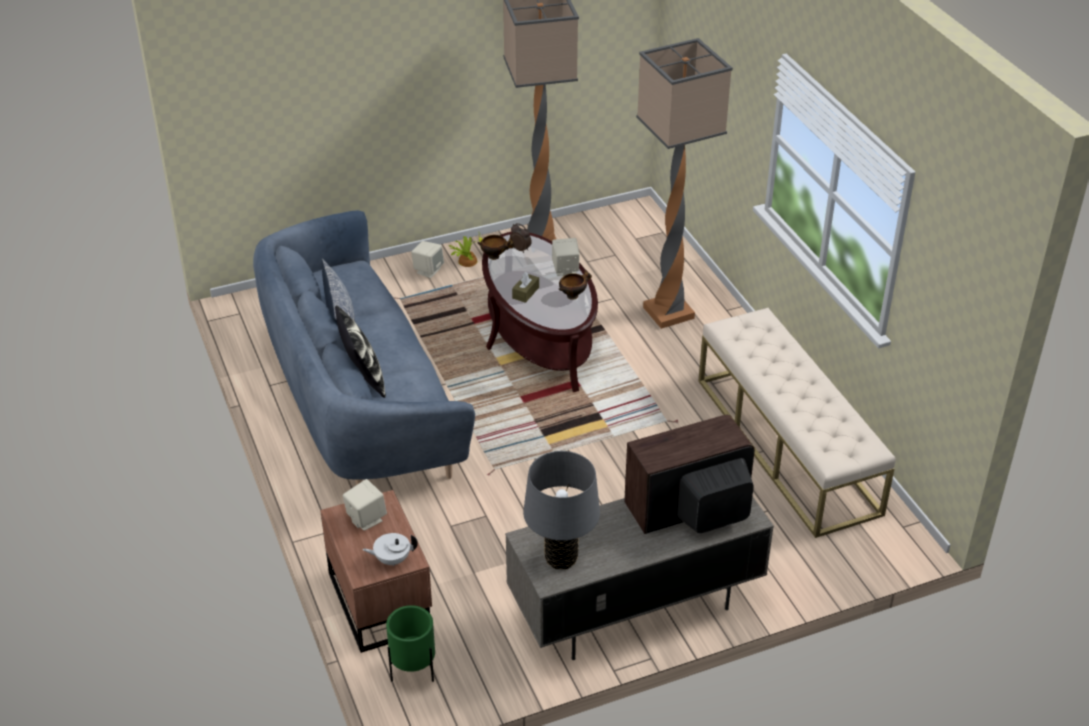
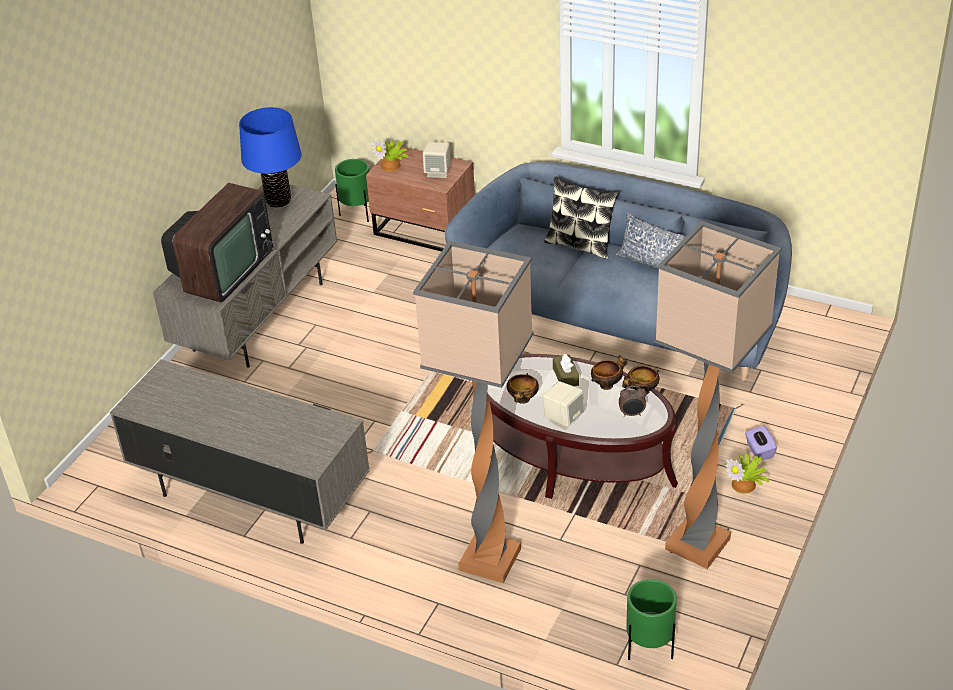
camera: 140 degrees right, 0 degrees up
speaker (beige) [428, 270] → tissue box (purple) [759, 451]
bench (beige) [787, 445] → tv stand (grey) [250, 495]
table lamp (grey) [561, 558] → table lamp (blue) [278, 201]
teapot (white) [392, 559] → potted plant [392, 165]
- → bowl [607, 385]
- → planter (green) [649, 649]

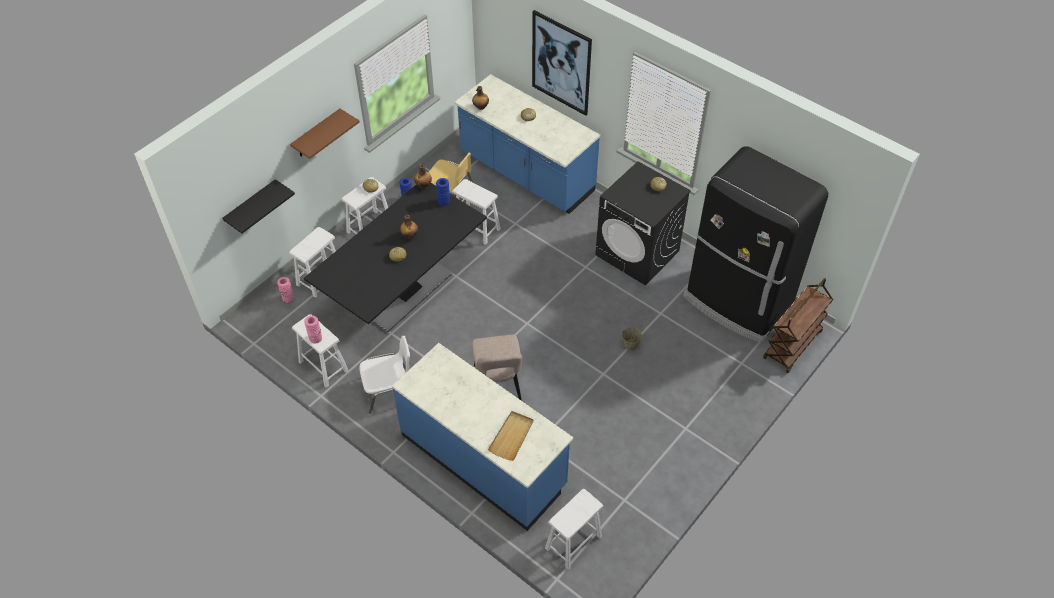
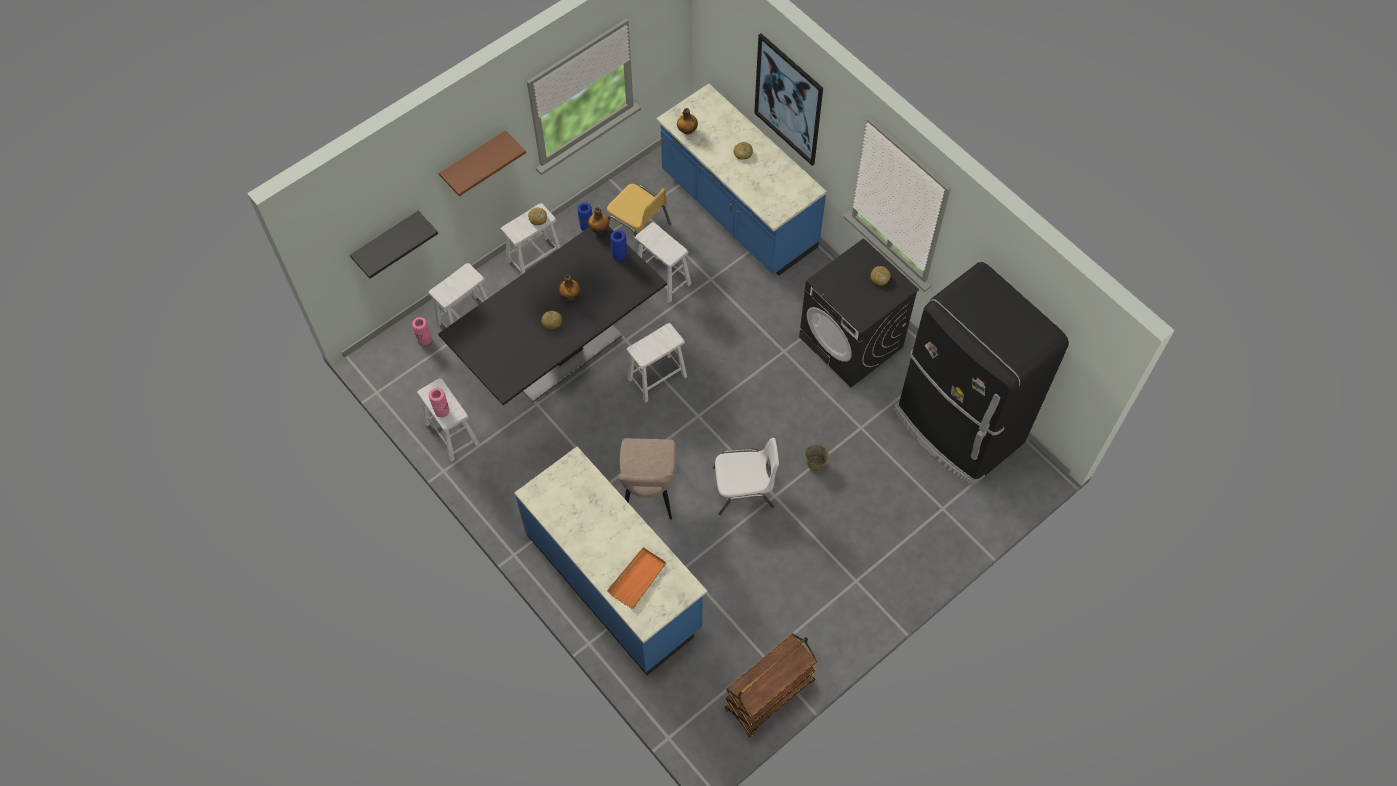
camera: 10 degrees right, 10 degrees up
cart (brown) [792, 345] → cart (brown) [769, 696], relocated
chair (white) [389, 389] → chair (white) [744, 488], relocated
tray (beige) [512, 436] → tray (orange) [637, 578]
stool (white) [573, 542] → stool (white) [657, 377], relocated

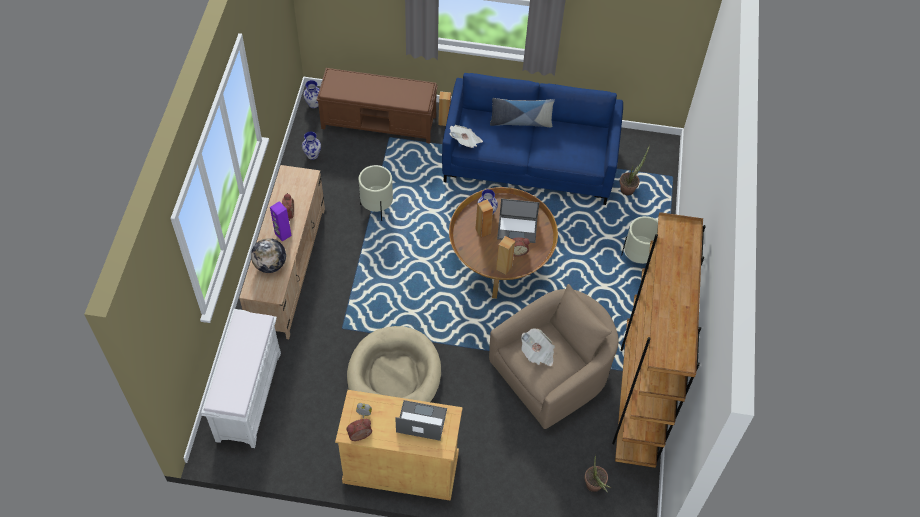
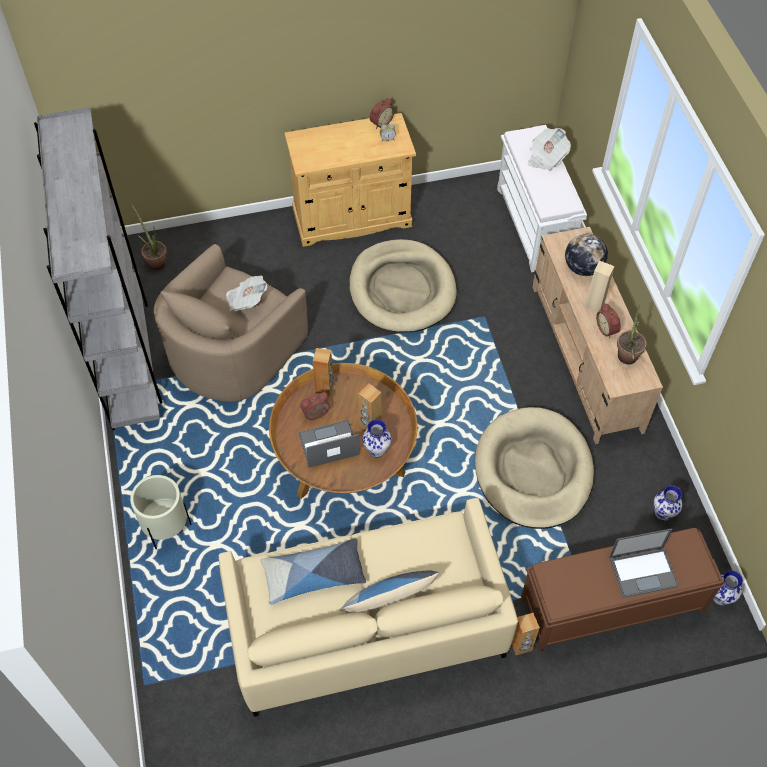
camera: 160 degrees right, 0 degrees up
sofa (blue) [529, 162] → sofa (beige) [366, 624]
newspaper [465, 142] → newspaper [546, 158], relocated
potted plant [629, 188] → potted plant [626, 360], relocated
planter (beige) [377, 207] → dog bed (beige) [533, 471]
speaker (purple) [283, 234] → speaker (beige) [594, 304]
bookcase (brown) [638, 399] → bookcase (grey) [129, 357]
laptop [421, 421] → laptop [644, 571], relocated
- → pillow [314, 575]

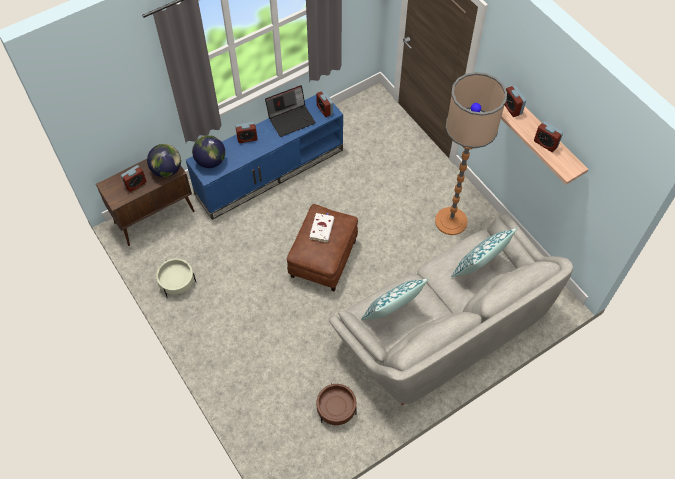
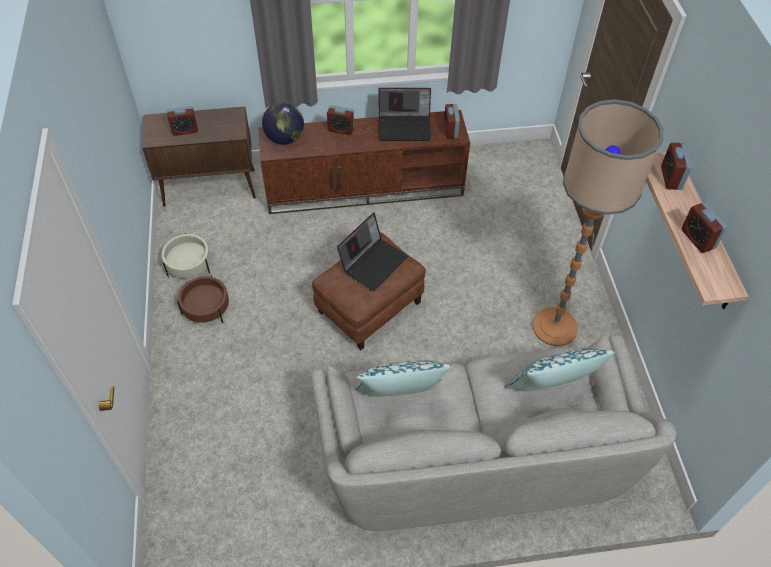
camera: 25 degrees right, 5 degrees down
tv stand (blue) [270, 171] → tv stand (brown) [365, 187]
globe [167, 170] → -
book (white) [322, 228] → laptop [373, 262]
planter (brown) [336, 409] → planter (brown) [206, 309], relocated

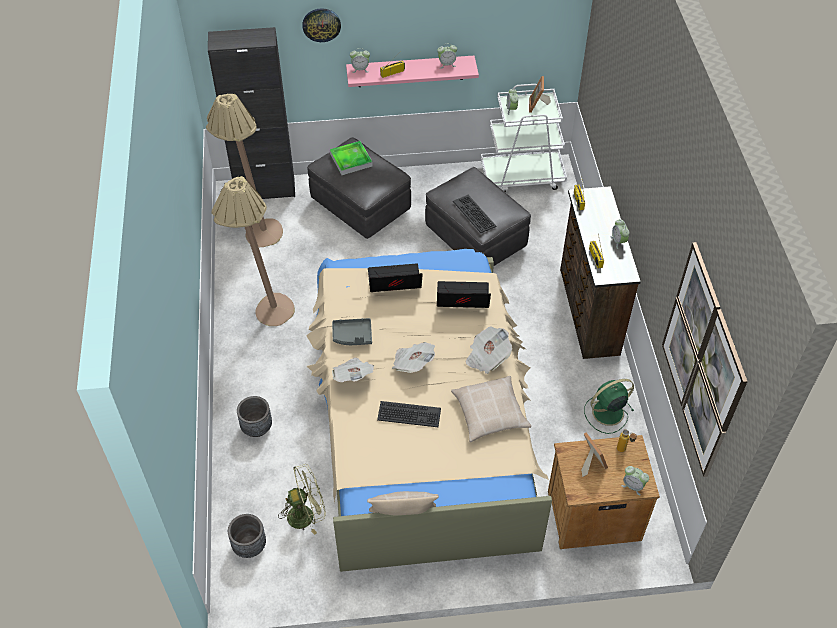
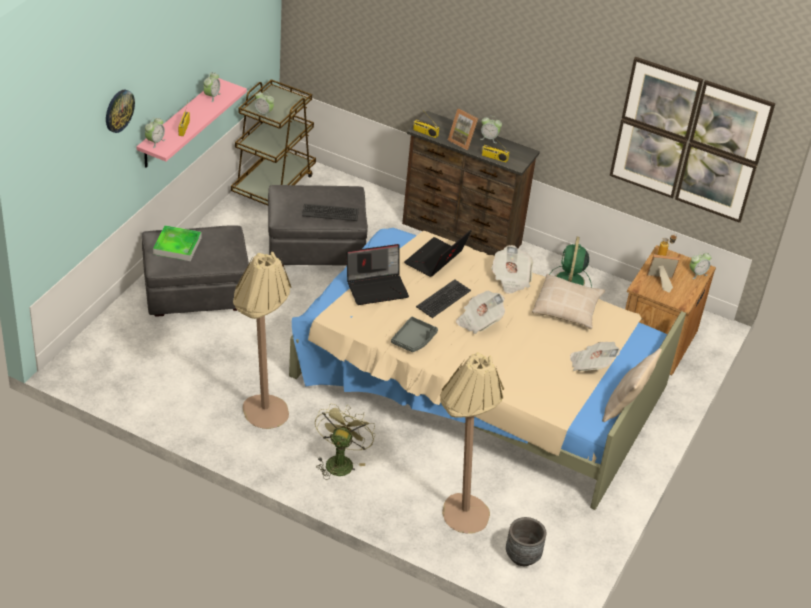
camera: 60 degrees left, 10 degrees down
cabinet (black) [265, 190] → -
picture frame [538, 106] → picture frame [462, 141], relocated
cart (white) [522, 176] → cart (brown) [273, 184]
floor lamp (beige) [256, 231] → floor lamp (beige) [456, 519], relocated
laptop [393, 282] → laptop [377, 287], 135 degrees counterclockwise
newspaper [353, 376] → newspaper [591, 365], relocated
planter (grey) [256, 427] → -
keyboard [409, 415] → keyboard [444, 299], relocated
fan (green) [306, 514] → fan (green) [340, 461], relocated

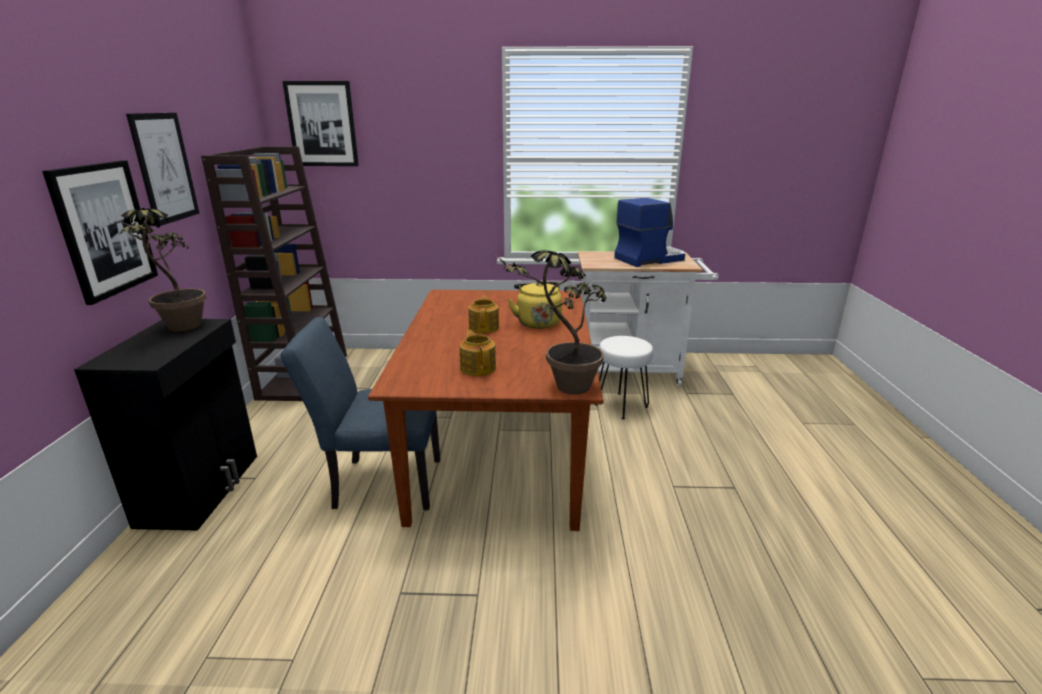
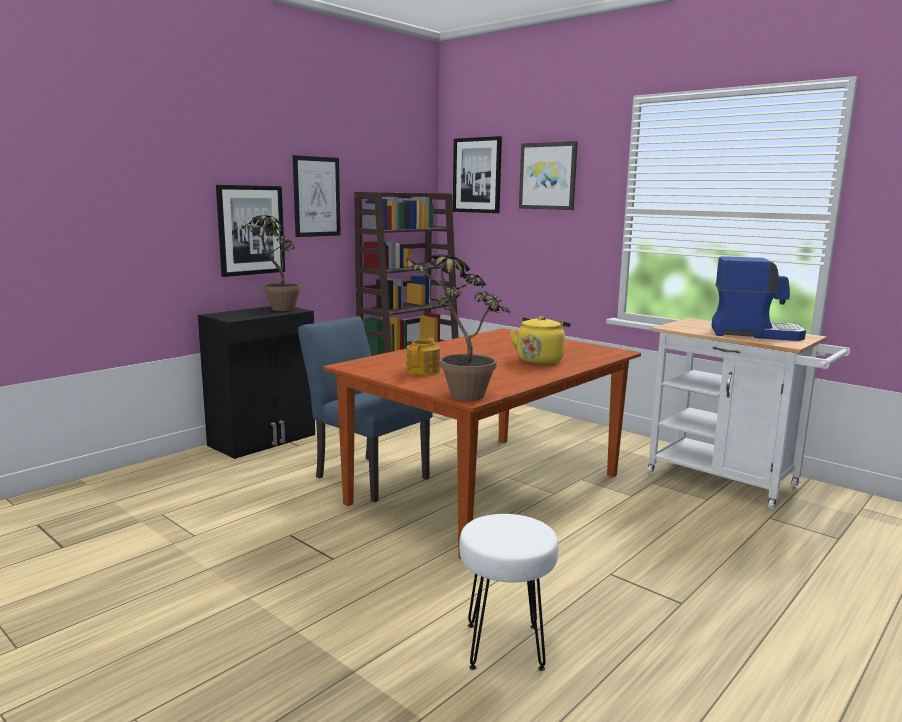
camera: 40 degrees right, 10 degrees down
teapot [484, 327] → -
stool (white) [621, 405] → stool (white) [505, 647], relocated
- → picture [548, 176]

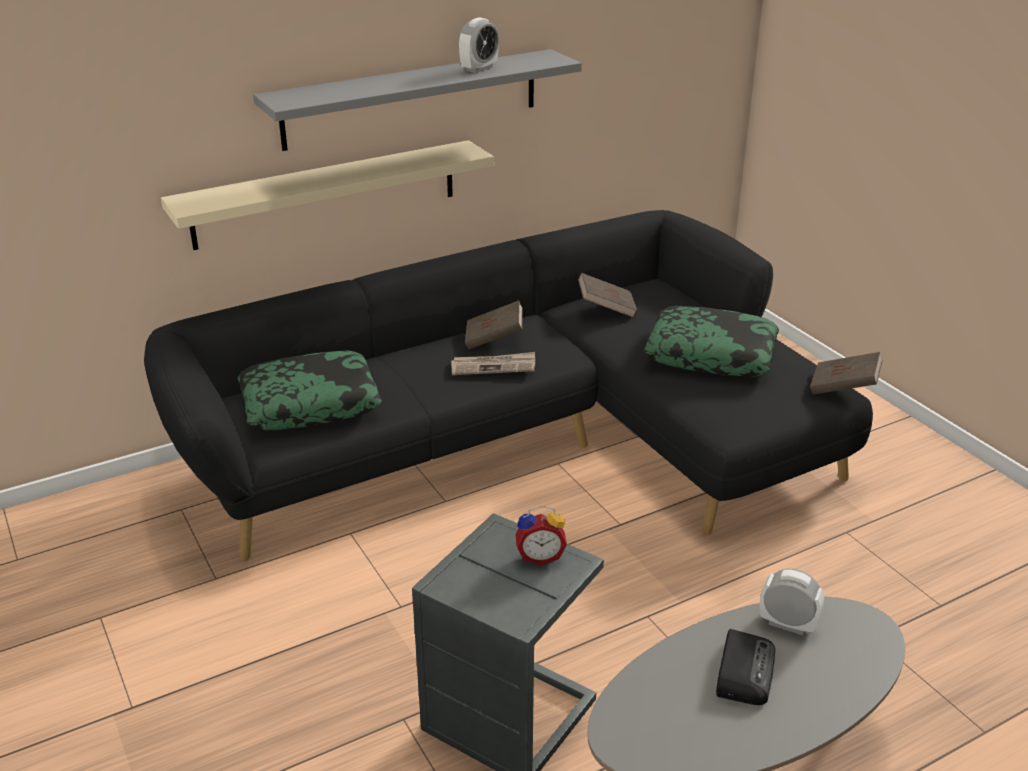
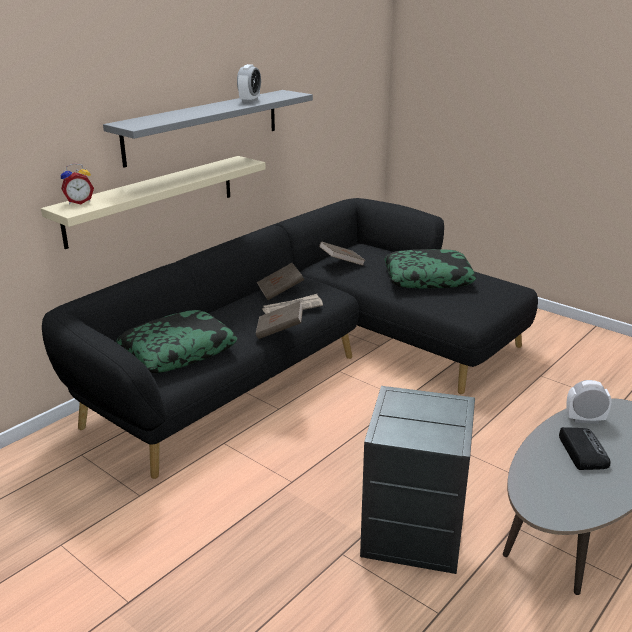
camera: 20 degrees left, 5 degrees down
book (brown) [843, 388] → book (brown) [280, 331], relocated
alarm clock [540, 556] → alarm clock [79, 202], relocated

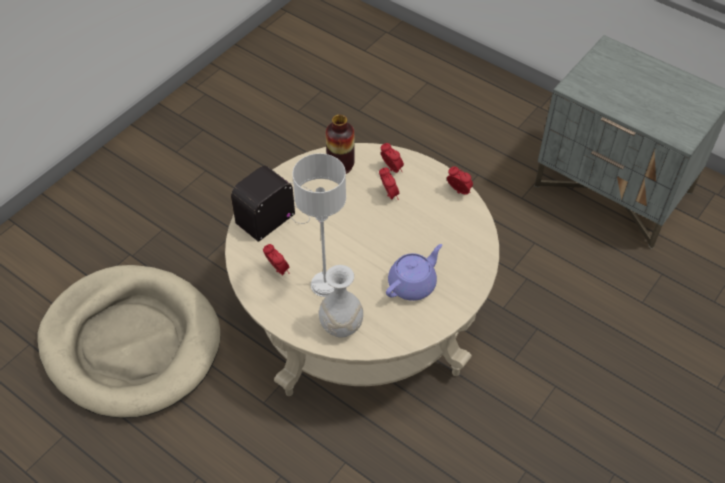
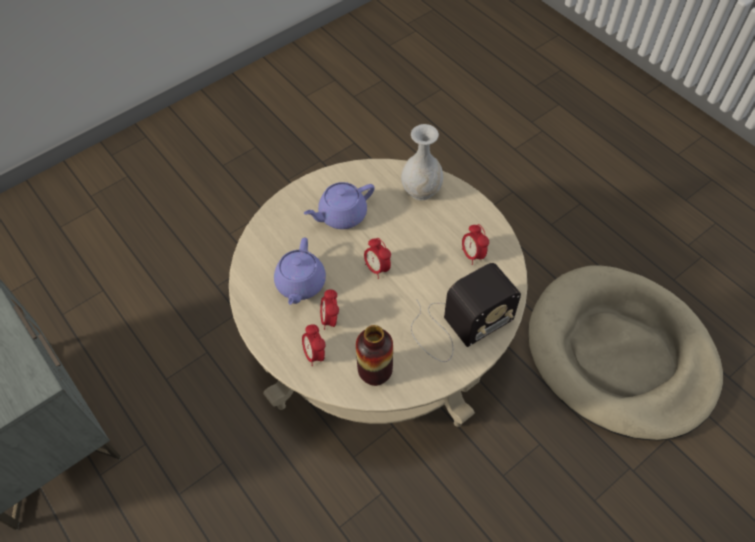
camera: 165 degrees left, 5 degrees up
table lamp (grey) [326, 284] → -
alarm clock [459, 192] → alarm clock [377, 268], relocated
- → teapot (purple) [300, 284]

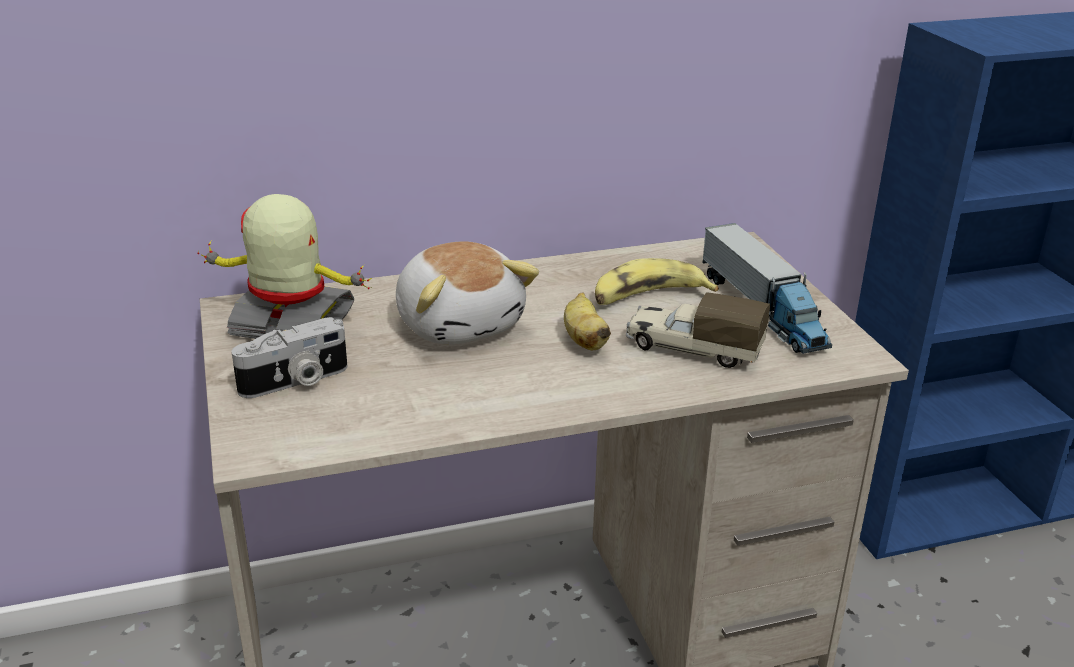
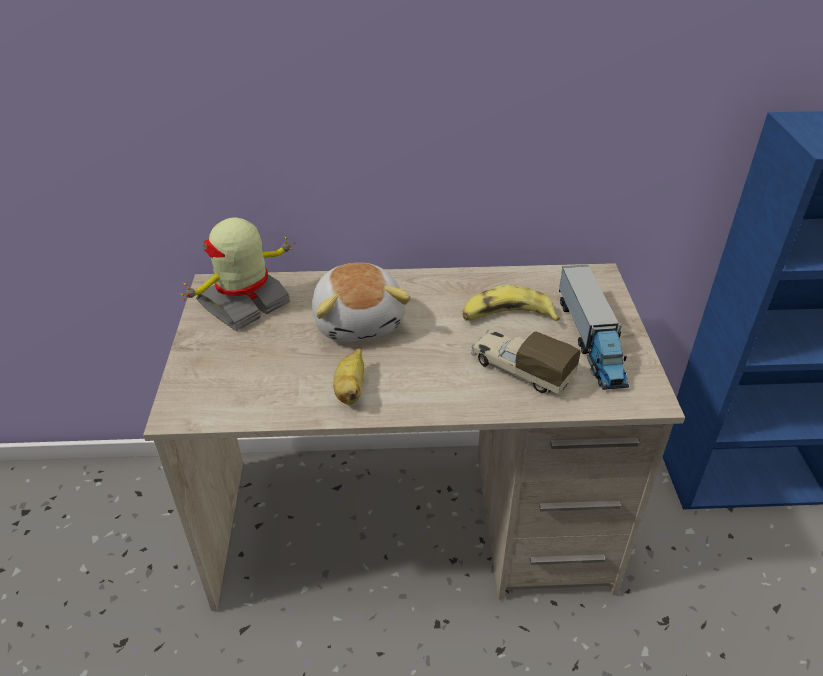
camera: 15 degrees right, 10 degrees up
toy robot [292, 323] → toy robot [245, 304], 75 degrees counterclockwise
banana [584, 340] → banana [351, 389], relocated
photo camera [295, 381] → -

